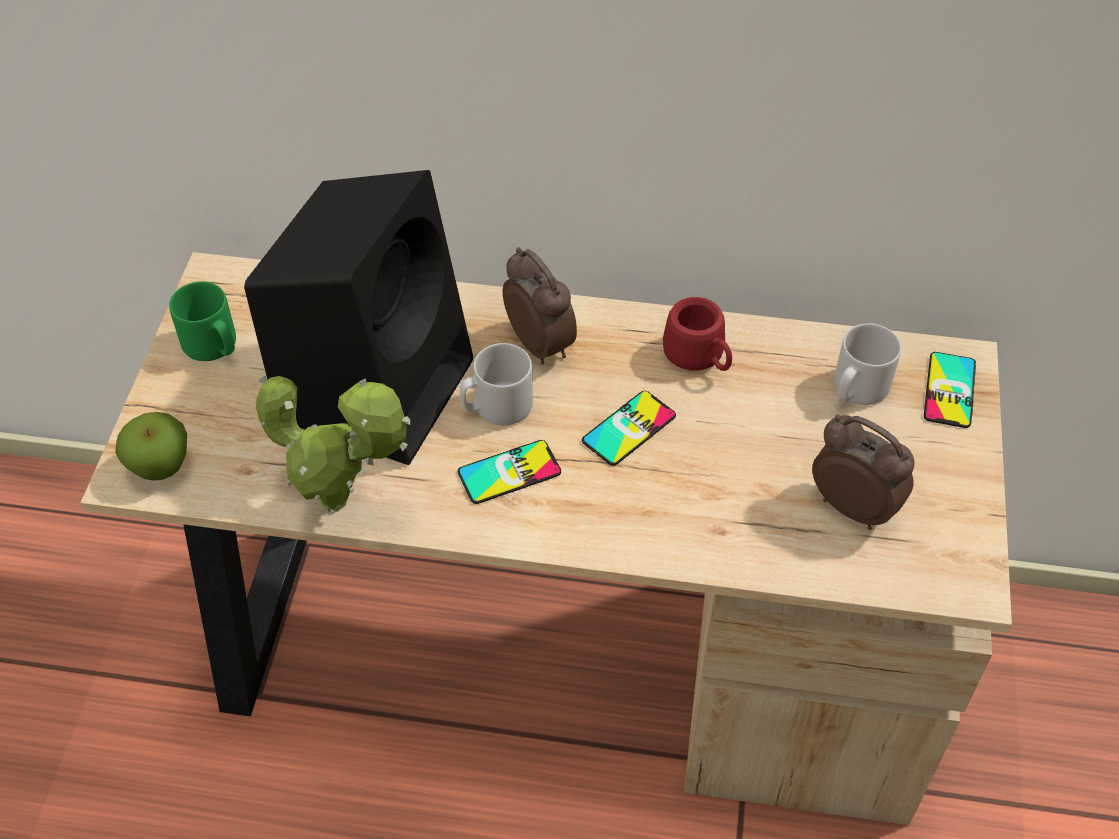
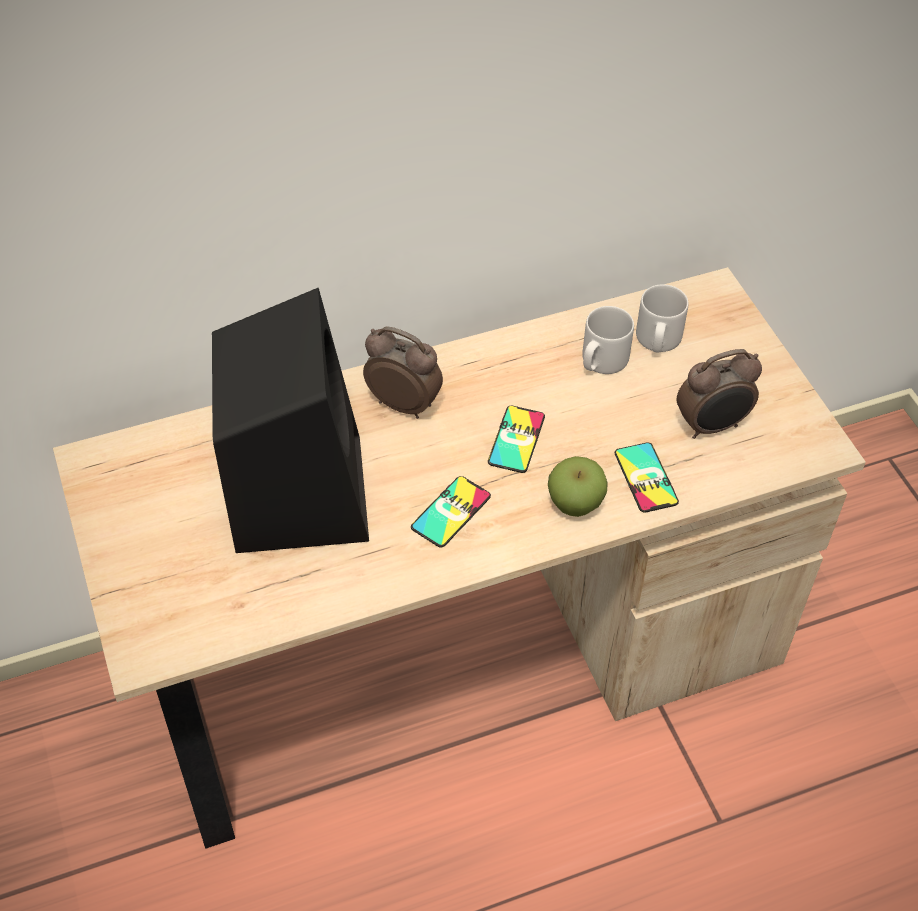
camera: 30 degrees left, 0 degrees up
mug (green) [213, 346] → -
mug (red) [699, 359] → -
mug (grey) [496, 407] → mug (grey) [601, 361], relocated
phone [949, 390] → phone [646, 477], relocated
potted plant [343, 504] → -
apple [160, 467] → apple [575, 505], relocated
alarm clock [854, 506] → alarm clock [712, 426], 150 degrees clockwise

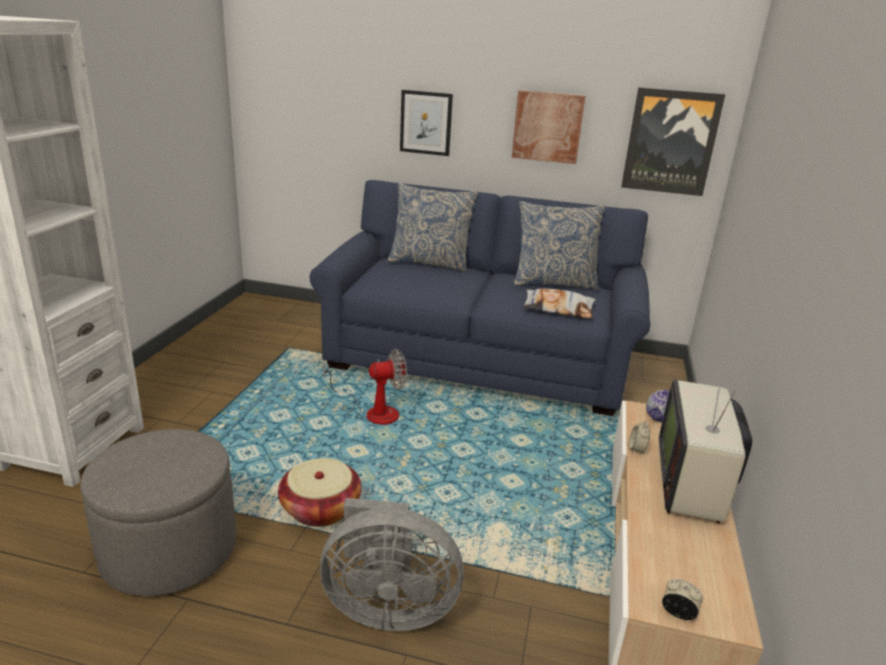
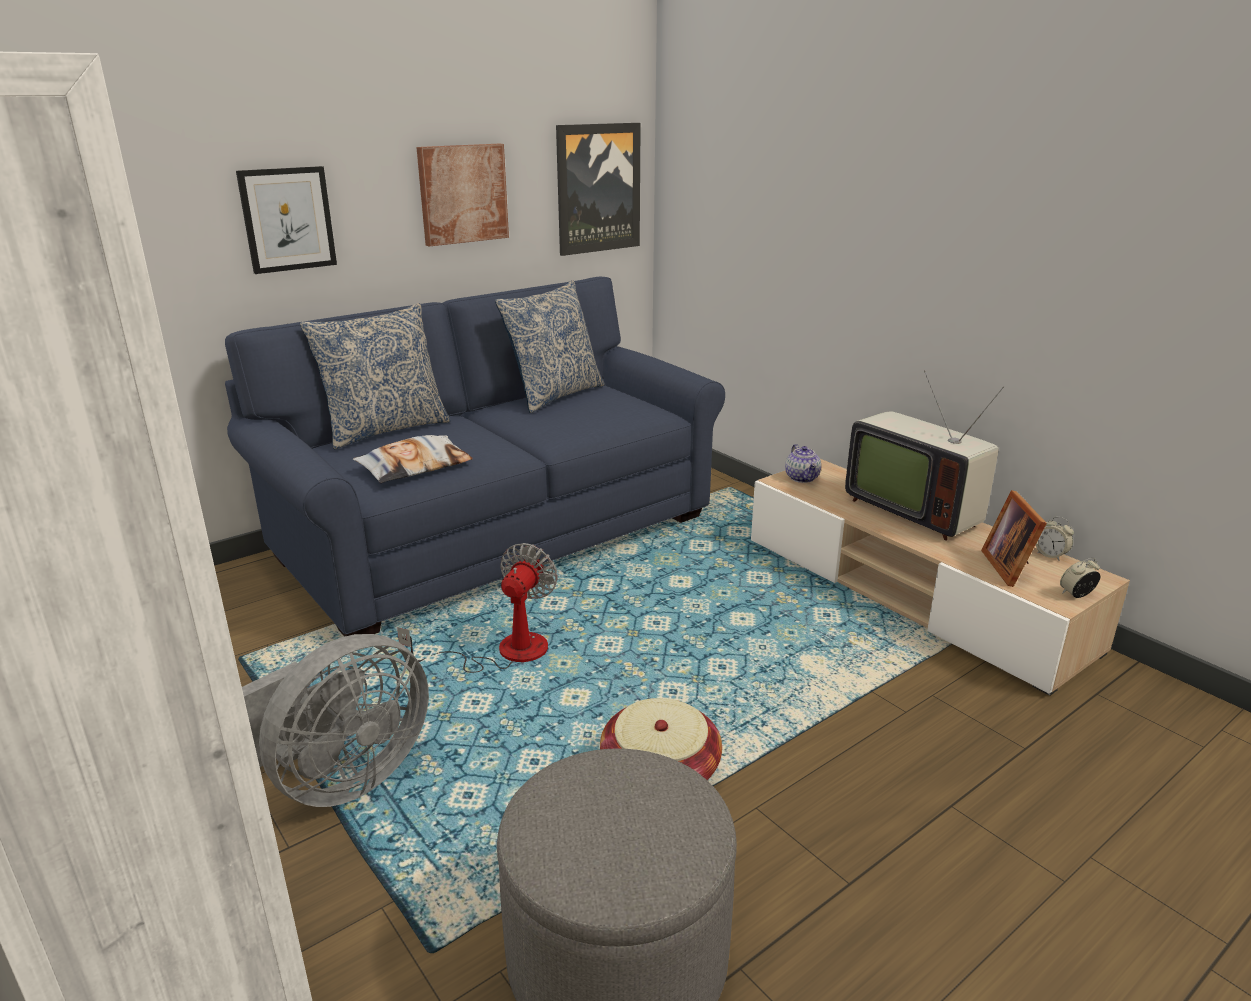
camera: 50 degrees left, 0 degrees up
pillow [558, 309] → pillow [415, 467], relocated
alarm clock [636, 450] → alarm clock [1050, 555], relocated
fan (grey) [387, 607] → fan (grey) [341, 780], relocated
- → picture frame [1010, 567]

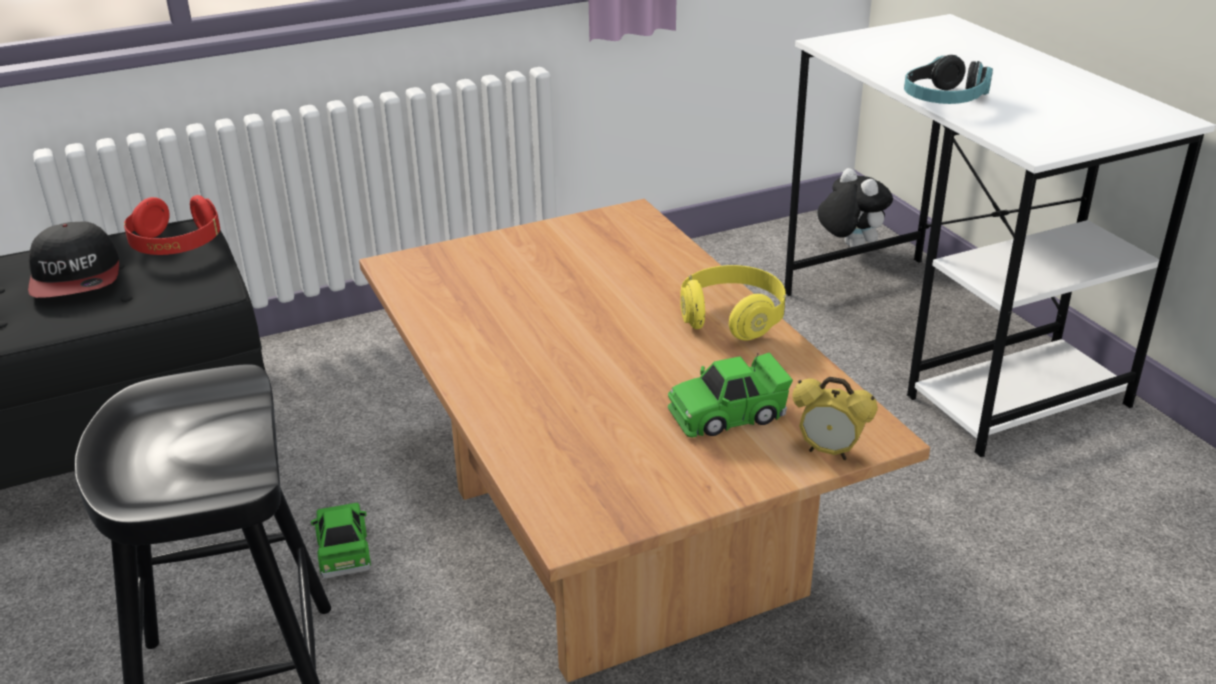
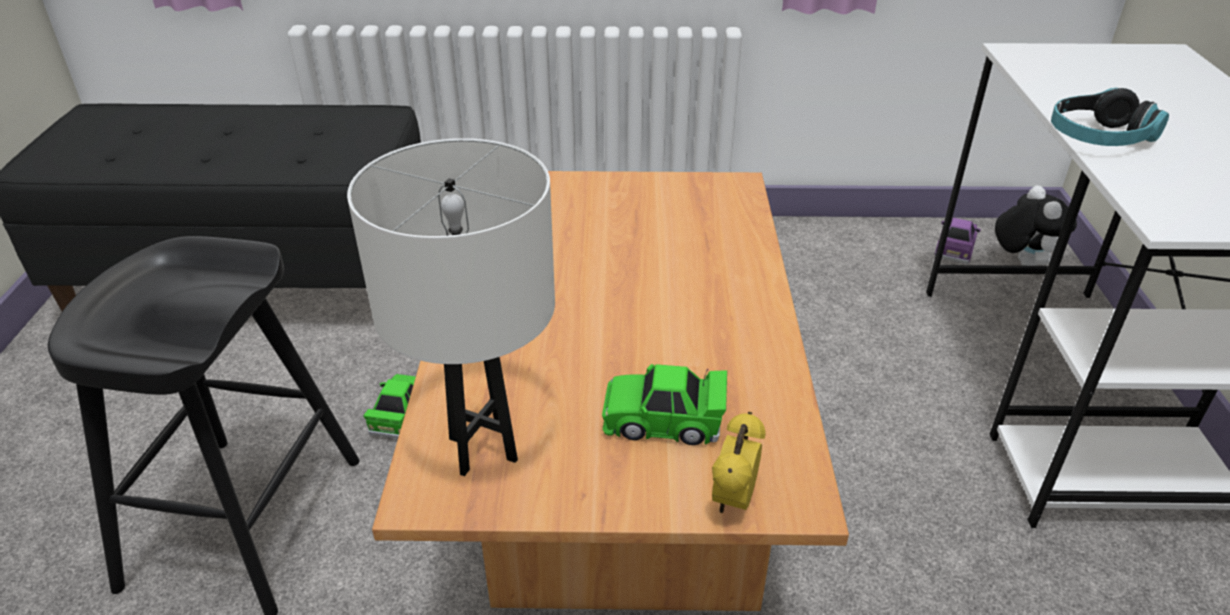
camera: 25 degrees right, 5 degrees up
headphones (red) [176, 245] → -
cap [76, 277] → -
headphones (yellow) [732, 318] → -
alarm clock [829, 452] → alarm clock [733, 500], 60 degrees clockwise
- → table lamp (white) [482, 449]
- → toy car (purple) [954, 248]

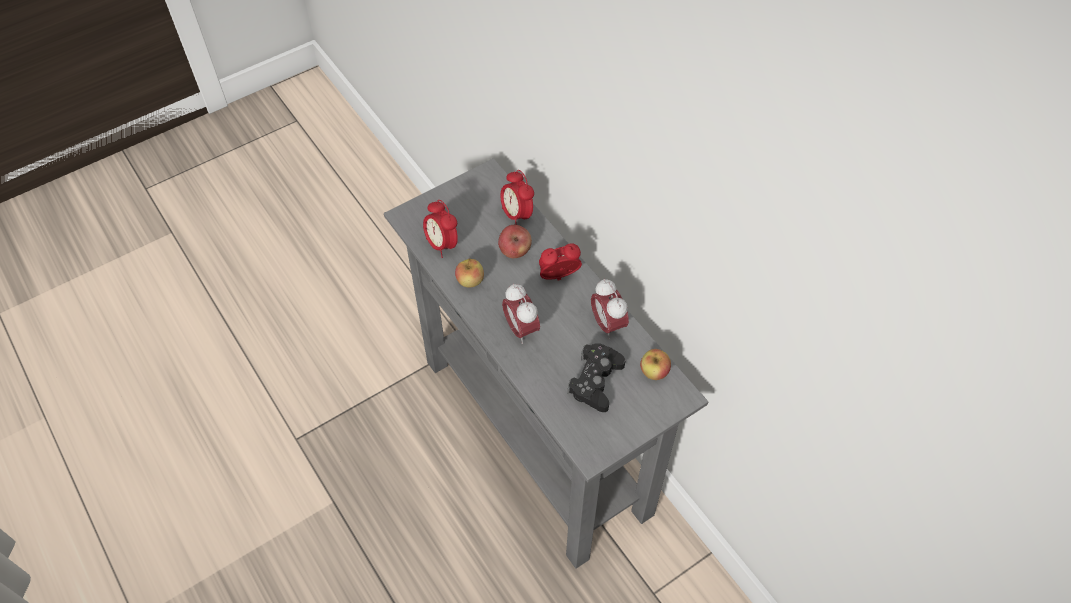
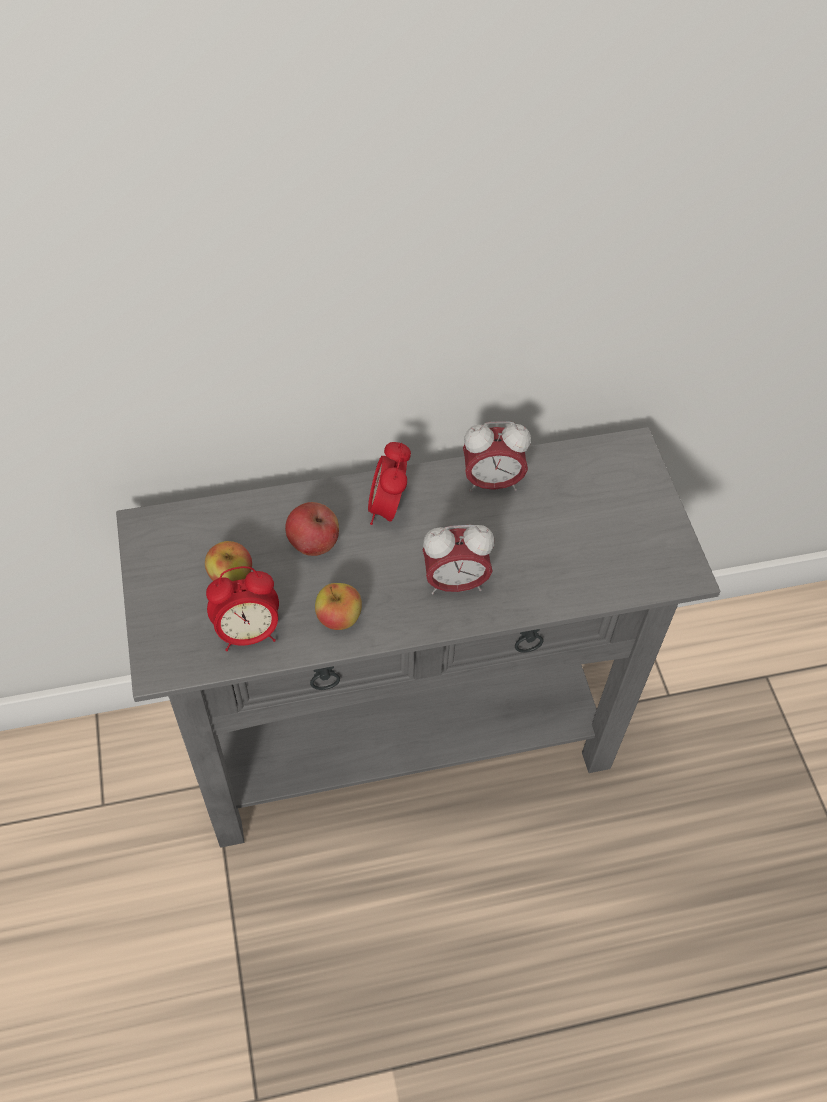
camera: 70 degrees left, 0 degrees up
alarm clock [517, 215] → -
game controller (black) [595, 381] → -
apple [654, 372] → apple [231, 576], relocated

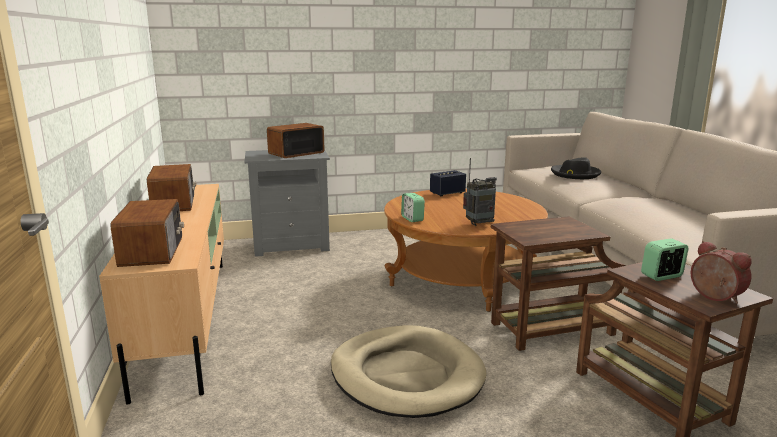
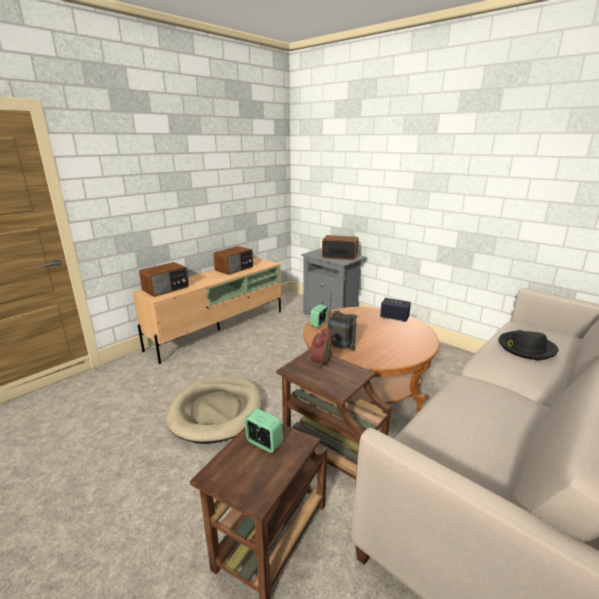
camera: 55 degrees right, 5 degrees up
alarm clock [714, 297] → alarm clock [320, 360], relocated

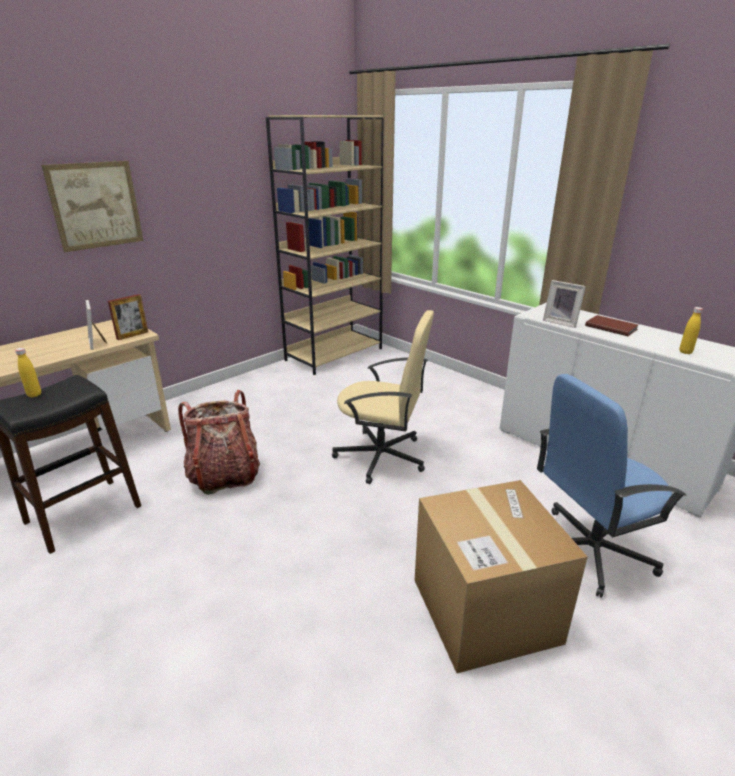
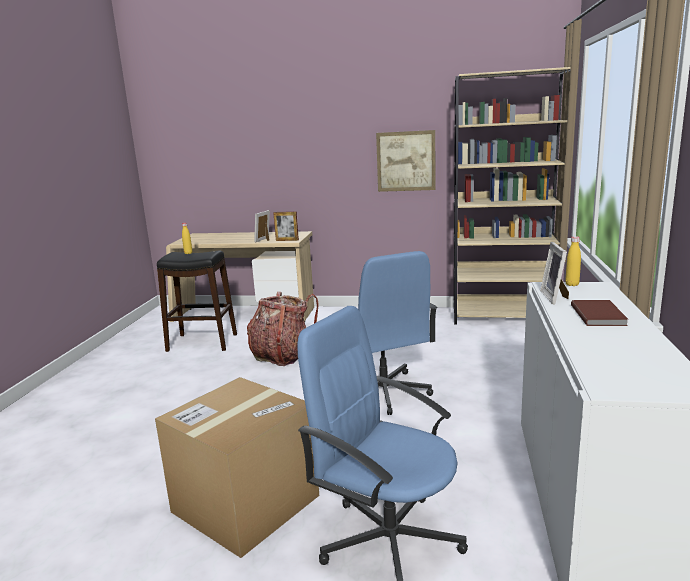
camera: 55 degrees right, 10 degrees down
picture [95, 205] → picture [406, 161], relocated
bottle (yellow) [685, 352] → bottle (yellow) [572, 284], relocated
office chair (beige) [382, 457] → office chair (blue) [384, 392]

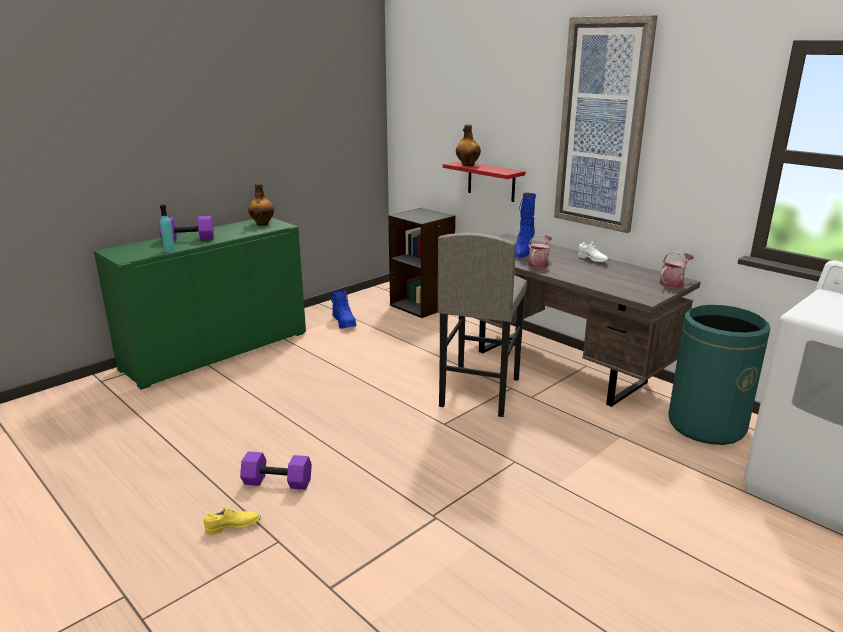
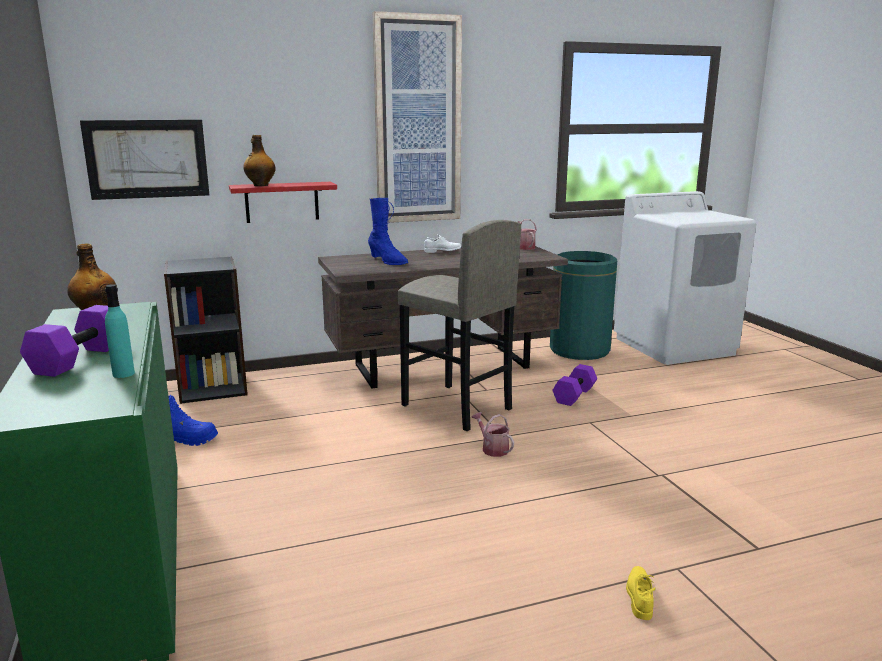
camera: 65 degrees left, 5 degrees down
watering can [539, 263] → watering can [492, 449], relocated
dumbbell (purple) [278, 481] → dumbbell (purple) [574, 395], relocated
- → picture [147, 159]

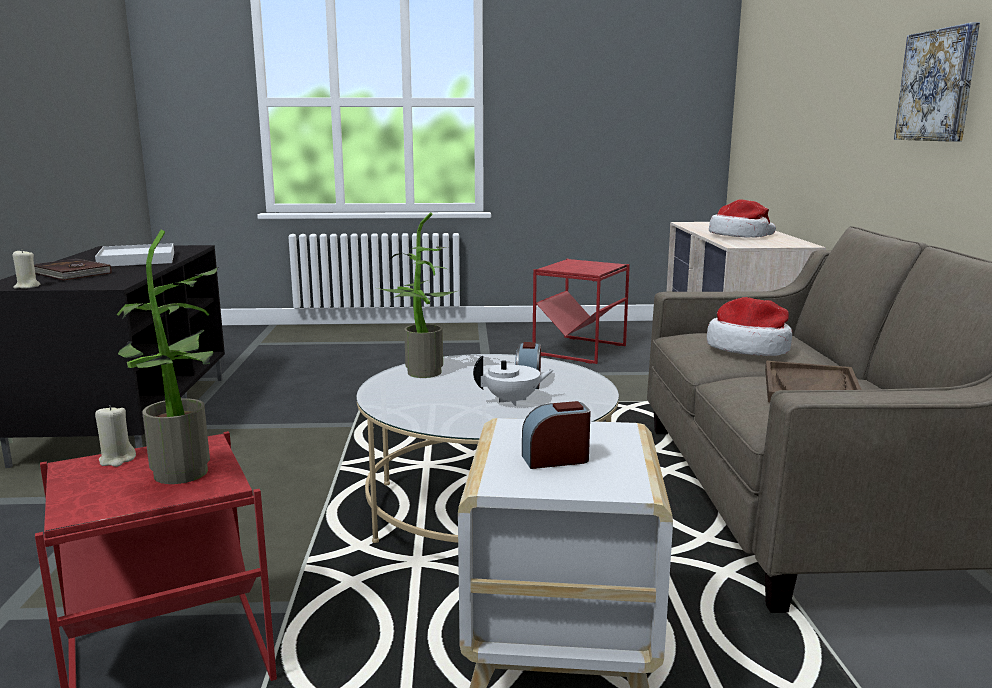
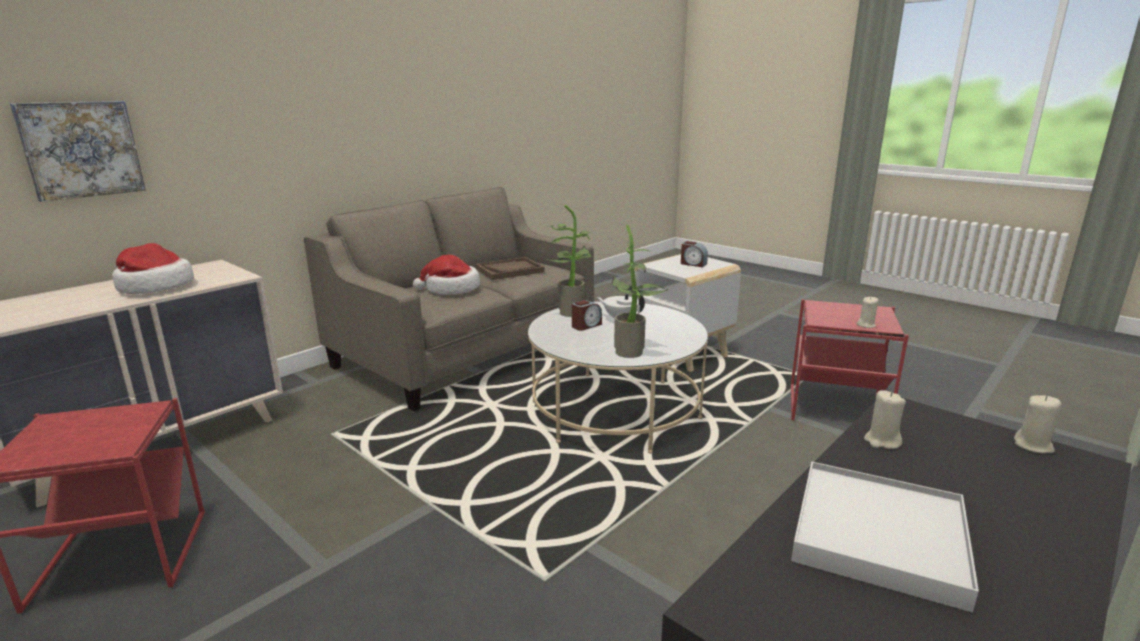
camera: 135 degrees left, 5 degrees up
picture [938, 85] → picture [81, 149], relocated
potted plant [186, 475] → potted plant [570, 311], relocated
book (brown) [70, 273] → -
- → candle (beige) [882, 441]

